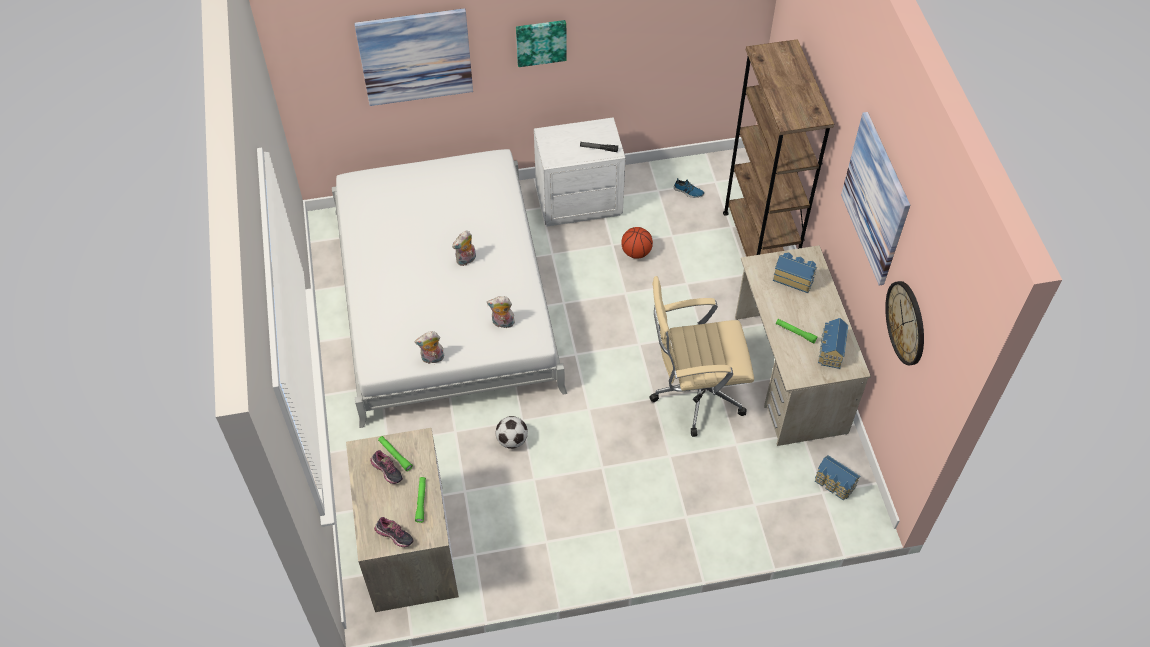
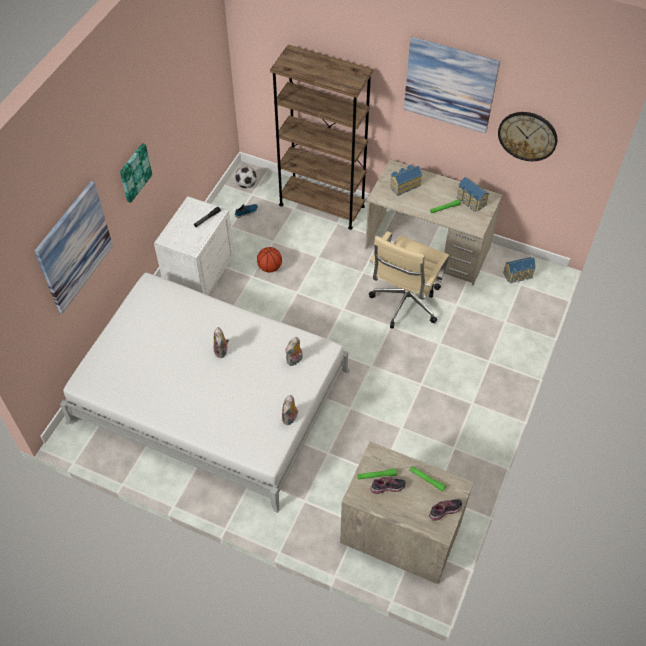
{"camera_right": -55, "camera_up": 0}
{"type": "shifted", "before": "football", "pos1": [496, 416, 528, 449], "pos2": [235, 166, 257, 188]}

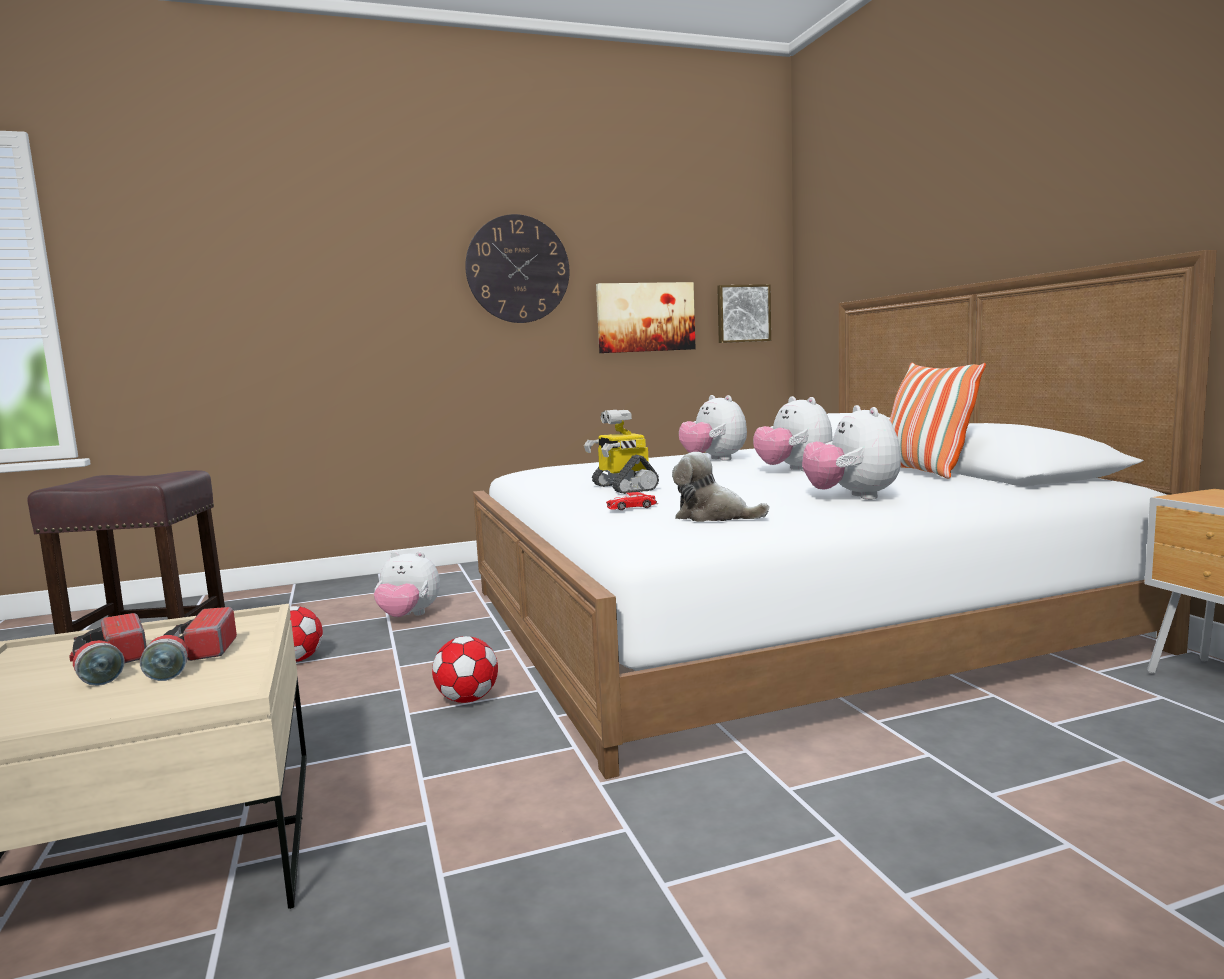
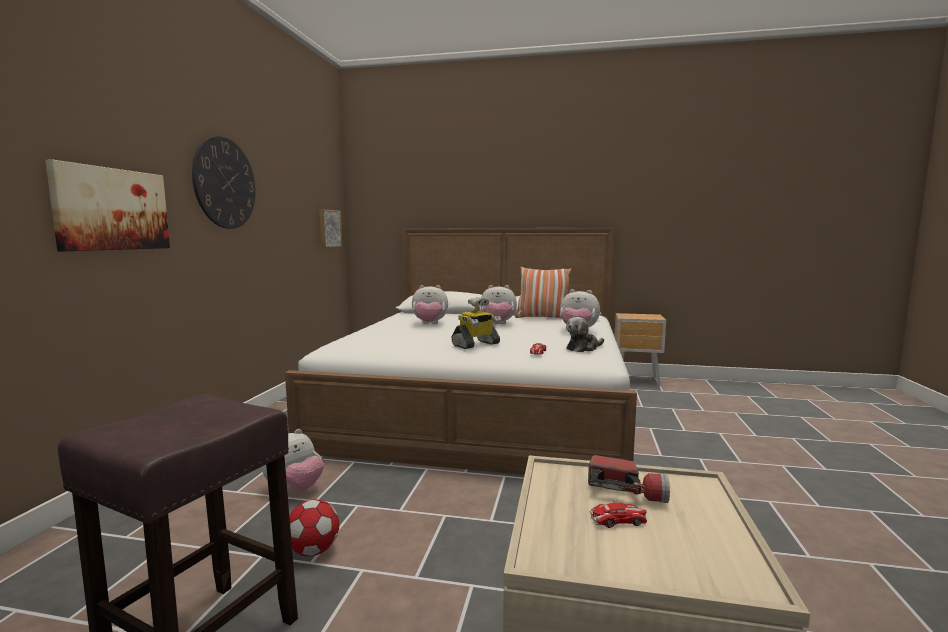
{"camera_right": -60, "camera_up": 0}
{"type": "shifted", "before": "picture", "pos1": [596, 282, 696, 353], "pos2": [45, 159, 170, 251]}
{"type": "rotated", "before": "toy robot", "pos1": [584, 410, 659, 494], "pos2": [451, 298, 501, 349], "turn": -45}
{"type": "swapped", "before": "flashlight", "after": "toy car", "pos1": [69, 613, 147, 686], "pos2": [589, 503, 647, 528]}
{"type": "gone", "before": "football", "pos1": [432, 636, 498, 703]}

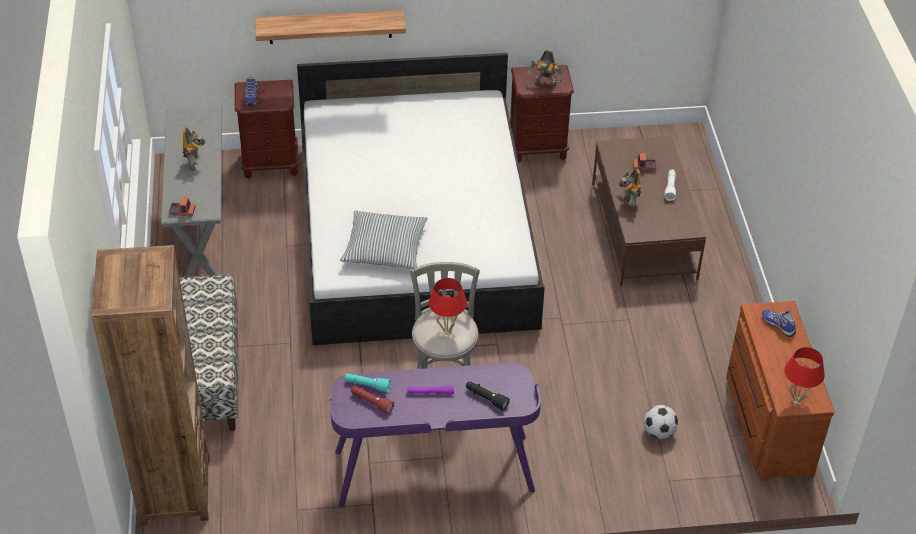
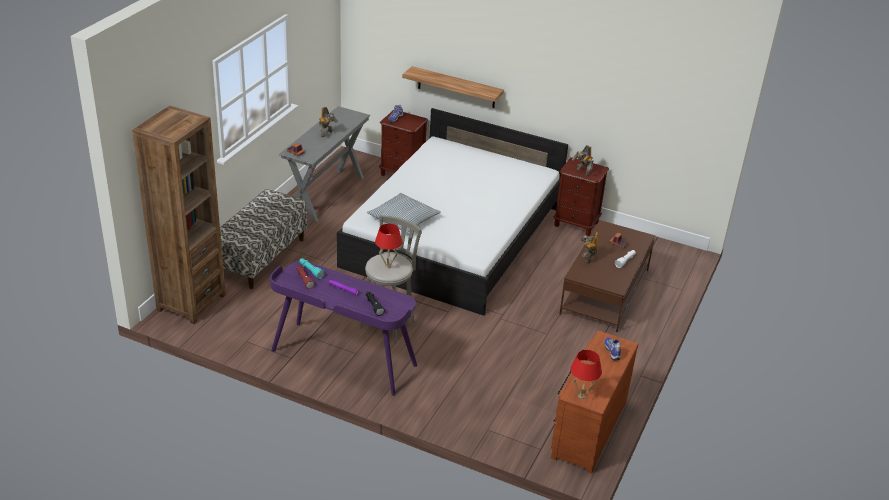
{"camera_right": 30, "camera_up": -10}
{"type": "gone", "before": "football", "pos1": [644, 405, 678, 439]}

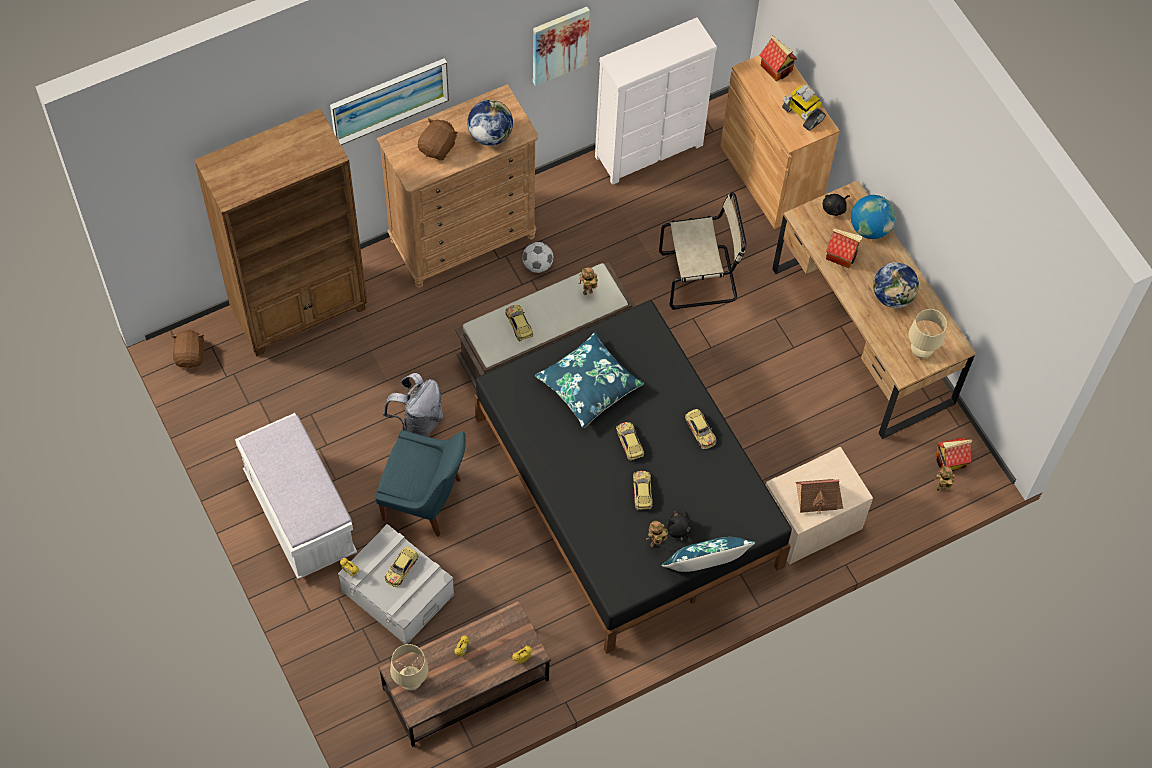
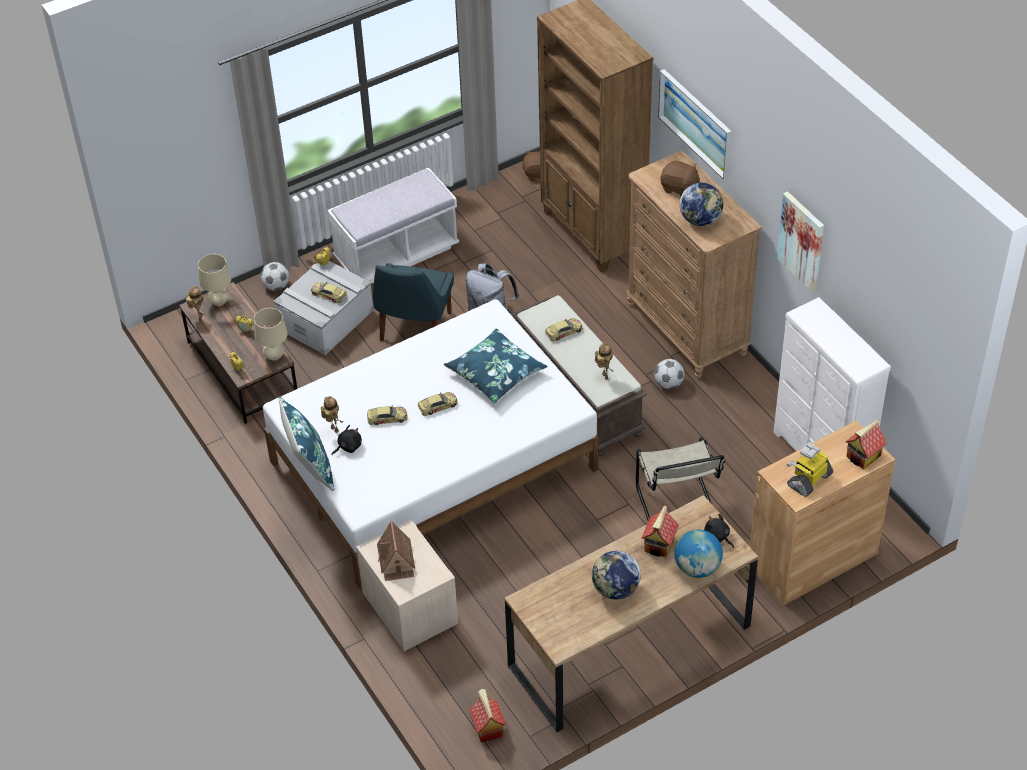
{"camera_right": 90, "camera_up": -15}
{"type": "shifted", "before": "toy robot", "pos1": [935, 466, 955, 491], "pos2": [186, 286, 204, 322]}
{"type": "shifted", "before": "table lamp (beige)", "pos1": [909, 309, 947, 359], "pos2": [254, 308, 288, 361]}
{"type": "new", "after": "football", "pos2": [261, 262, 289, 291]}
{"type": "repainted", "before": "bed (black)", "after": "bed (white)", "pos1": [474, 300, 792, 654], "pos2": [263, 299, 598, 589]}
{"type": "gone", "before": "toy car", "pos1": [685, 409, 716, 449]}

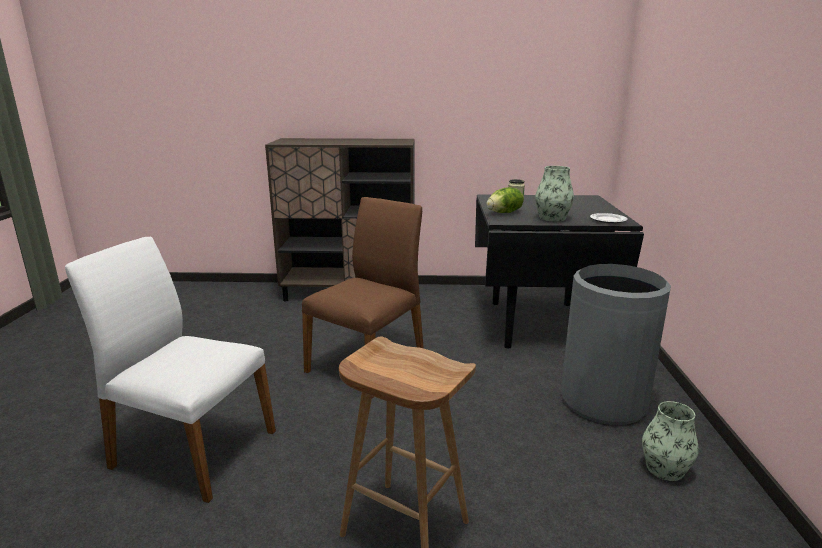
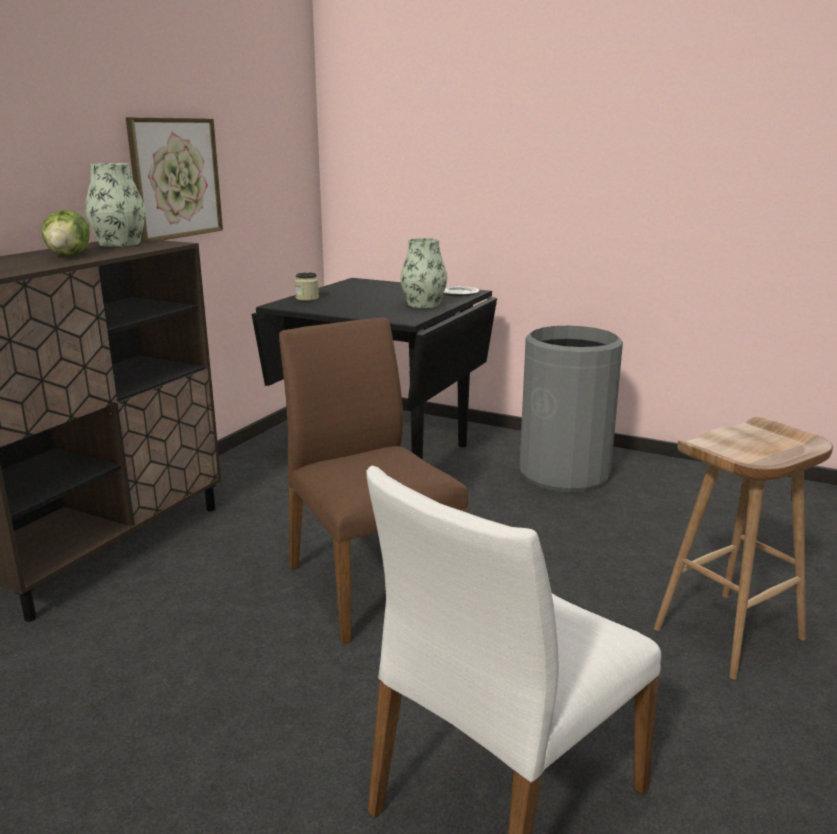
{"camera_right": -65, "camera_up": 0}
{"type": "shifted", "before": "lettuce", "pos1": [487, 187, 524, 213], "pos2": [42, 210, 90, 255]}
{"type": "shifted", "before": "vase", "pos1": [642, 401, 699, 481], "pos2": [85, 163, 146, 247]}
{"type": "new", "after": "picture", "pos2": [126, 117, 223, 240]}

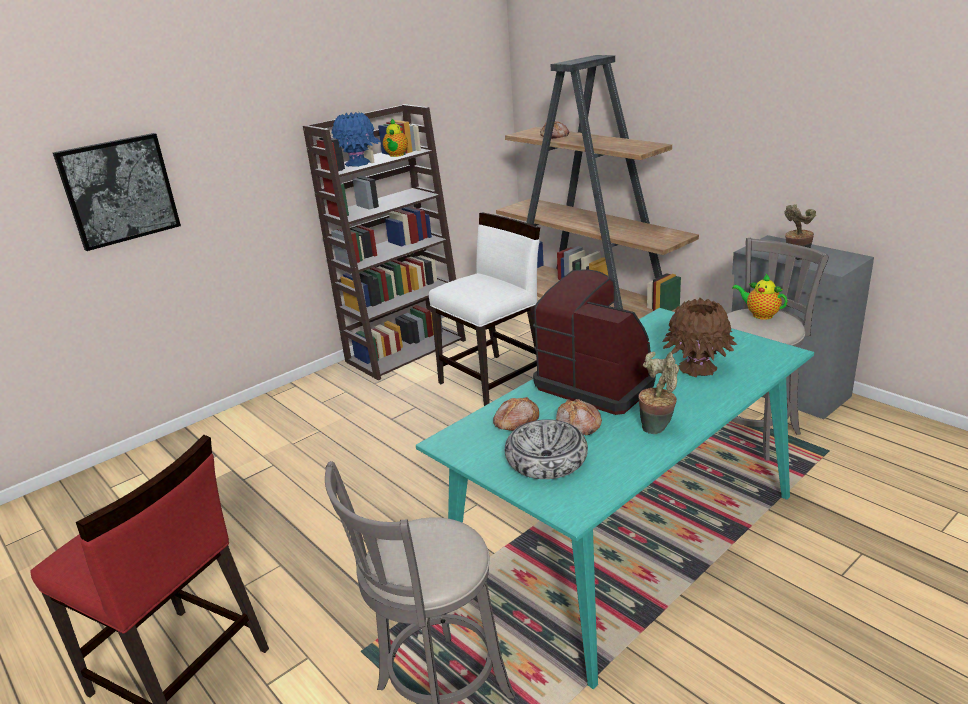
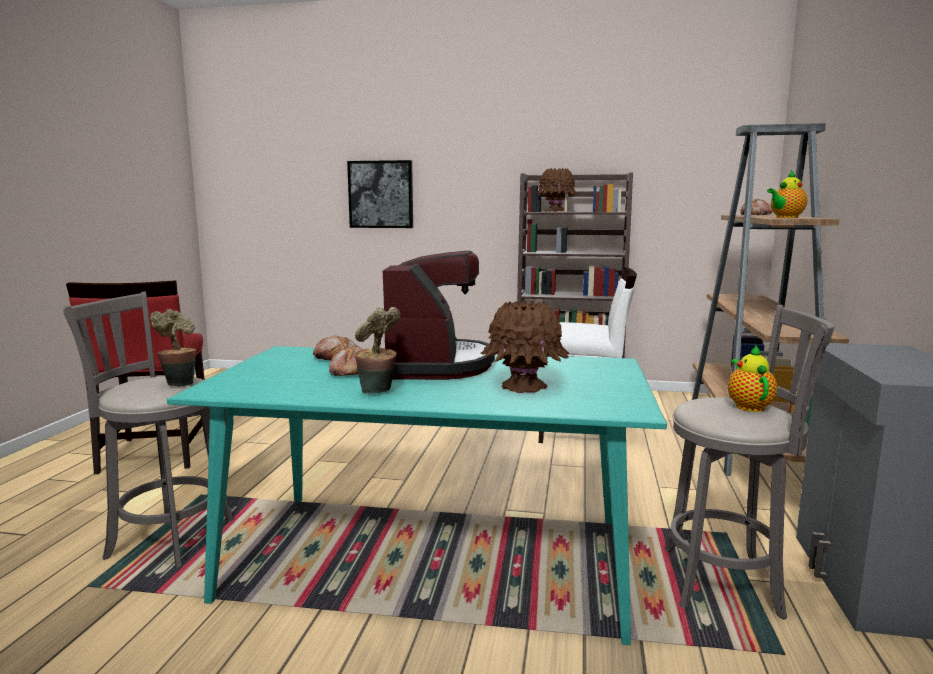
{"camera_right": 50, "camera_up": -15}
{"type": "shifted", "before": "potted plant", "pos1": [785, 204, 816, 260], "pos2": [150, 309, 196, 387]}
{"type": "repainted", "before": "vase (blue)", "after": "vase (brown)", "pos1": [332, 112, 380, 167], "pos2": [536, 168, 578, 212]}
{"type": "shifted", "before": "teapot", "pos1": [383, 119, 408, 157], "pos2": [767, 170, 807, 218]}
{"type": "gone", "before": "bowl", "pos1": [505, 419, 588, 479]}

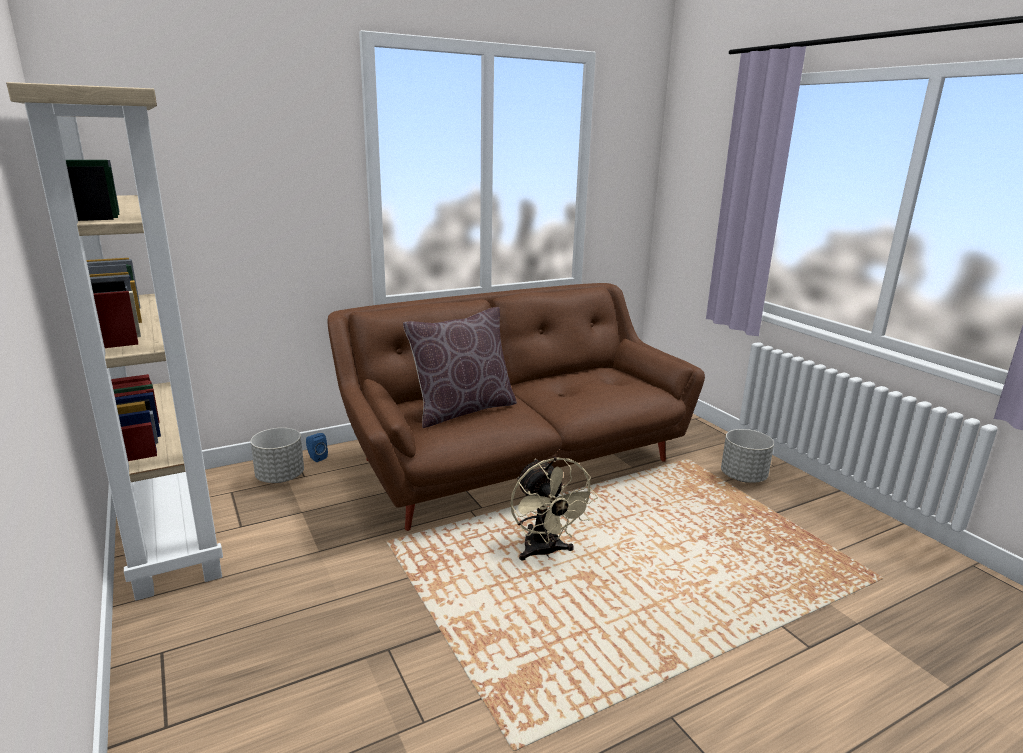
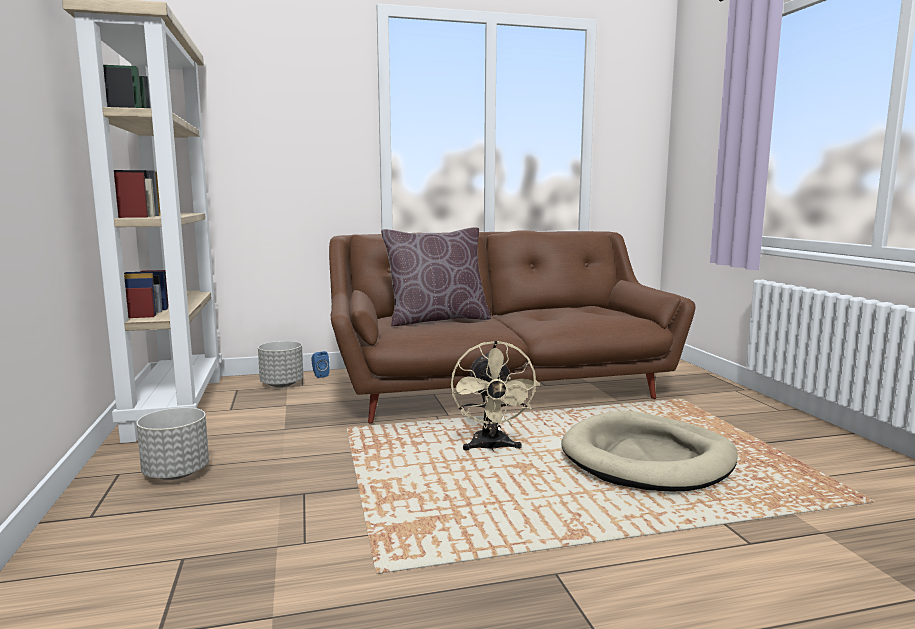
{"camera_right": 15, "camera_up": -10}
{"type": "shifted", "before": "planter (grey)", "pos1": [721, 429, 774, 483], "pos2": [136, 407, 209, 480]}
{"type": "new", "after": "dog bed (beige)", "pos2": [561, 411, 738, 491]}

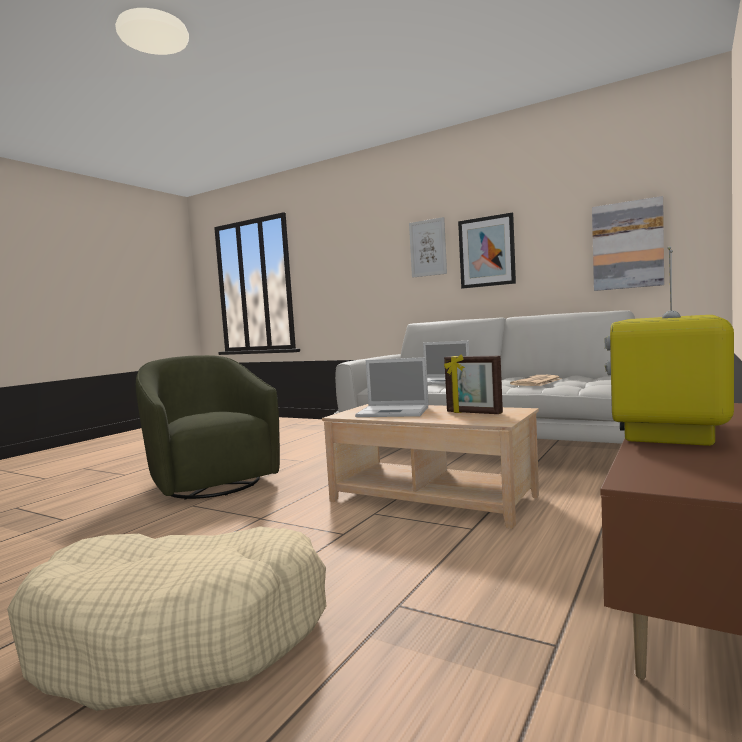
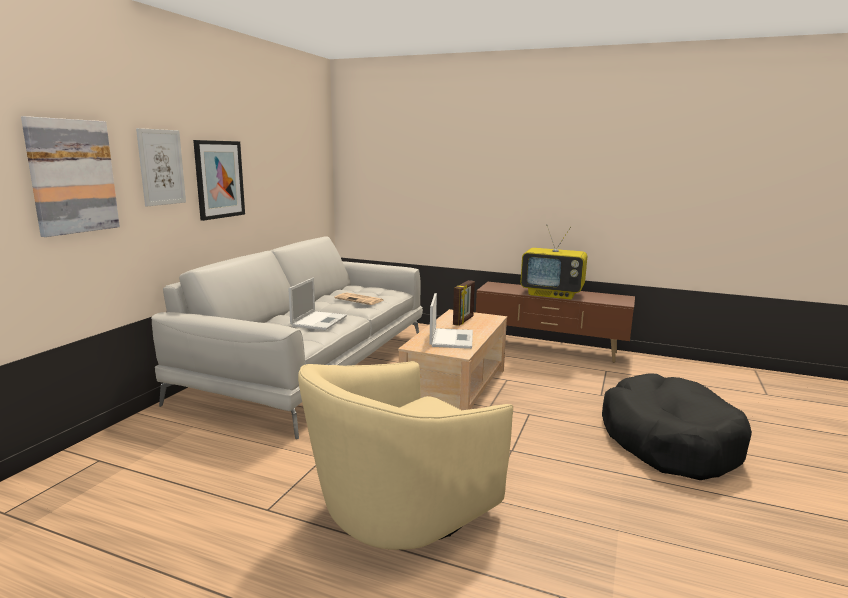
{"camera_right": -100, "camera_up": 10}
{"type": "shifted", "before": "picture", "pos1": [592, 196, 664, 291], "pos2": [21, 116, 120, 237]}
{"type": "repainted", "before": "armchair (green)", "after": "armchair (beige)", "pos1": [136, 355, 280, 499], "pos2": [298, 361, 513, 550]}
{"type": "repainted", "before": "dog bed (beige)", "after": "dog bed (black)", "pos1": [7, 526, 326, 711], "pos2": [602, 373, 752, 480]}

